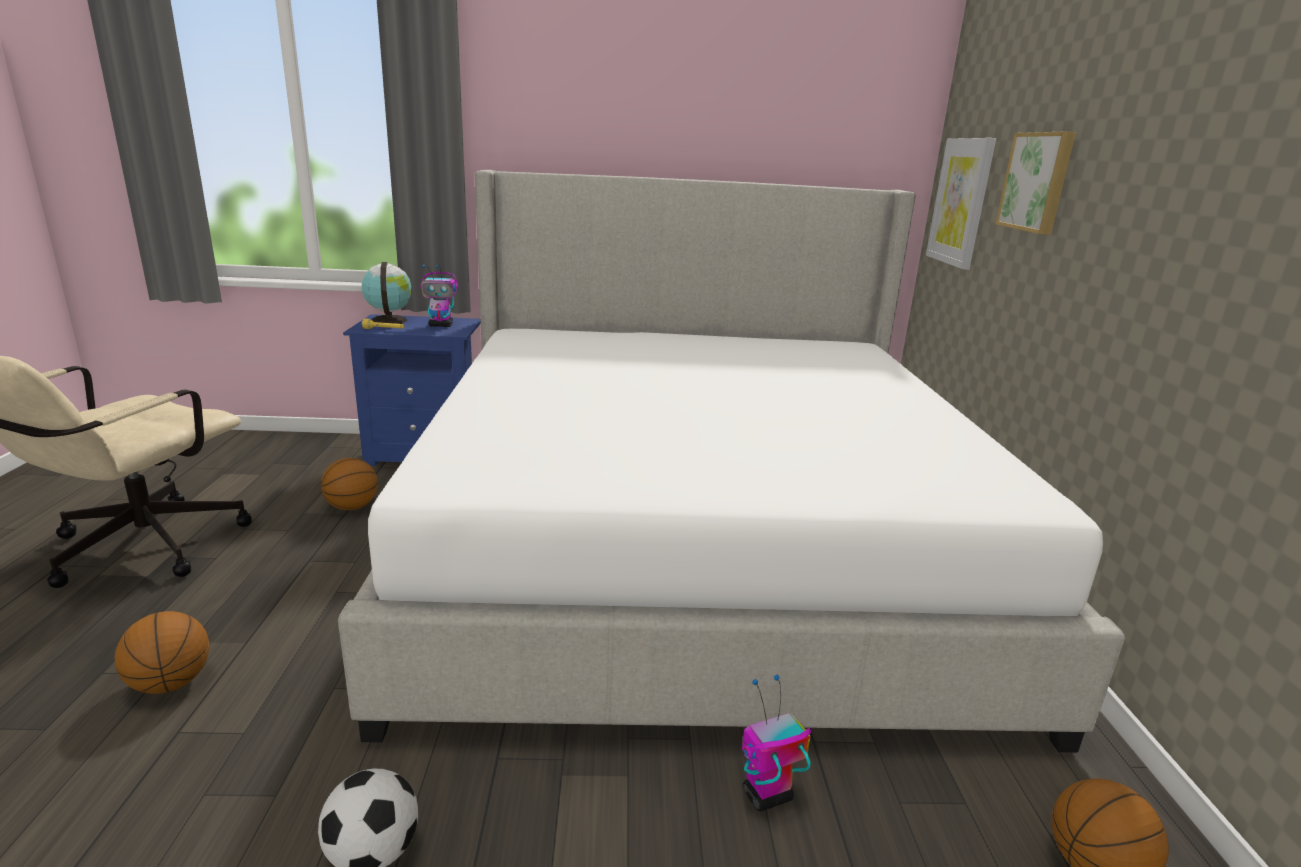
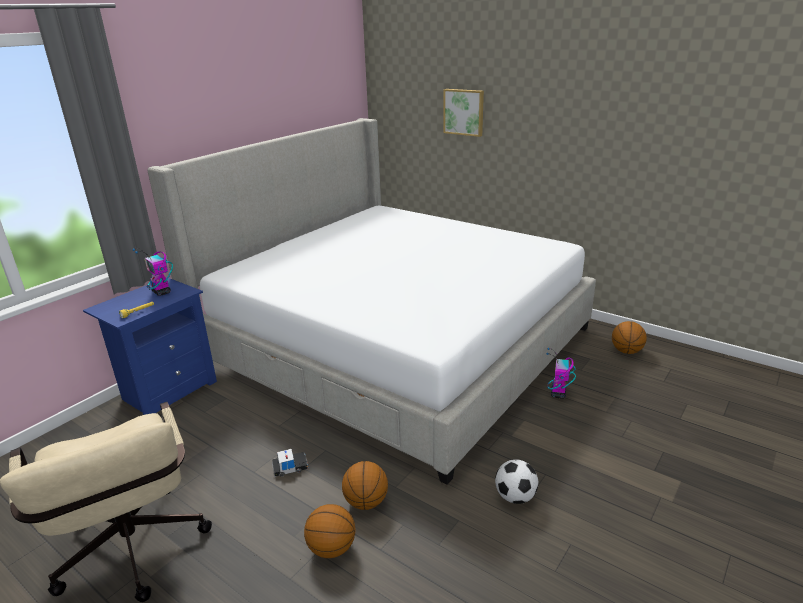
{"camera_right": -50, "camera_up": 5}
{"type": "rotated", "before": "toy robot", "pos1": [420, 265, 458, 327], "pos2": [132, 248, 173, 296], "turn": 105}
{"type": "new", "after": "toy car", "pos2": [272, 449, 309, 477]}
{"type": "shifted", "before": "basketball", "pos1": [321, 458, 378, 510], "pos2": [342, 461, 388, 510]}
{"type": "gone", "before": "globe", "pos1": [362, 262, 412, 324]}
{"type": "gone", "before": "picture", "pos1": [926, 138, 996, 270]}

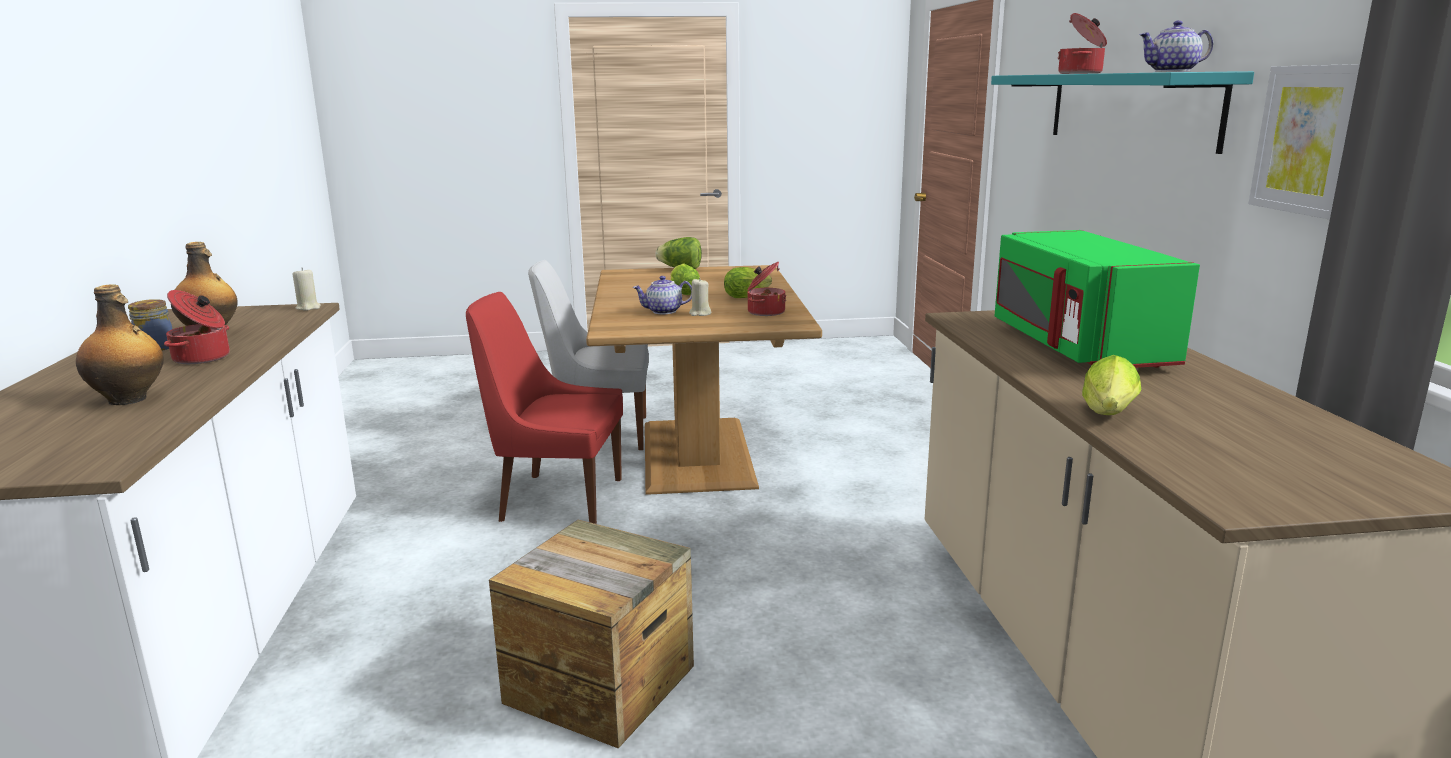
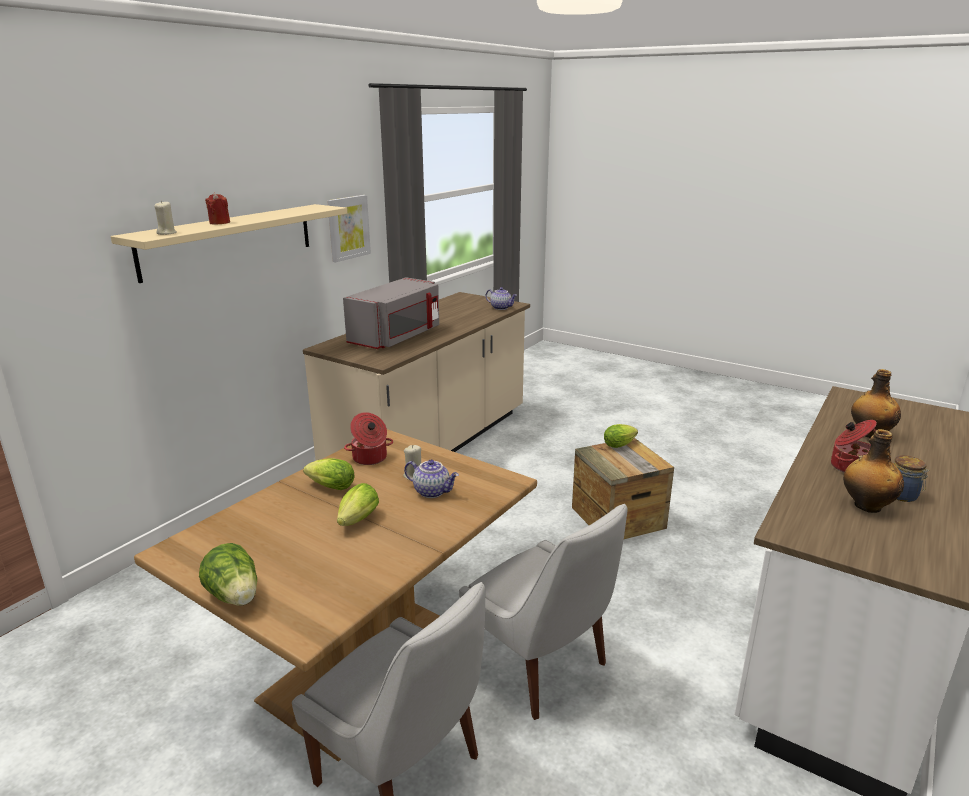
{"camera_right": -140, "camera_up": 5}
{"type": "repainted", "before": "shelf (turquoise)", "after": "shelf (beige)", "pos1": [991, 71, 1254, 154], "pos2": [111, 204, 347, 283]}
{"type": "shifted", "before": "candle (beige)", "pos1": [293, 268, 321, 311], "pos2": [155, 201, 177, 235]}
{"type": "swapped", "before": "cooking pot", "after": "candle (red)", "pos1": [1058, 13, 1107, 74], "pos2": [205, 193, 230, 225]}
{"type": "repainted", "before": "microwave (green)", "after": "microwave (grey)", "pos1": [994, 230, 1200, 368], "pos2": [343, 277, 439, 349]}
{"type": "repainted", "before": "chair (red)", "after": "chair (white)", "pos1": [466, 292, 623, 524], "pos2": [459, 504, 628, 720]}
{"type": "shifted", "before": "teapot", "pos1": [1139, 20, 1213, 72], "pos2": [486, 287, 517, 310]}
{"type": "shifted", "before": "lettuce", "pos1": [1082, 355, 1141, 415], "pos2": [604, 424, 638, 448]}

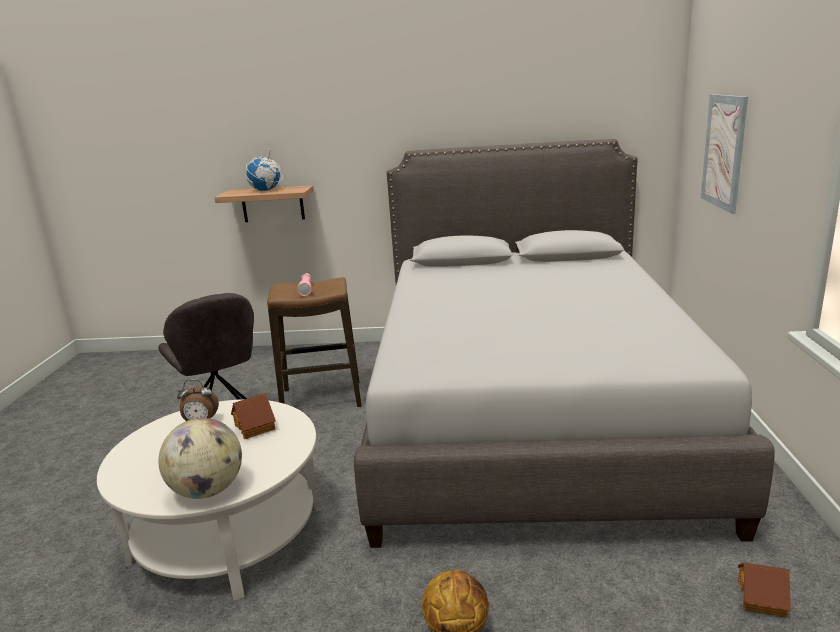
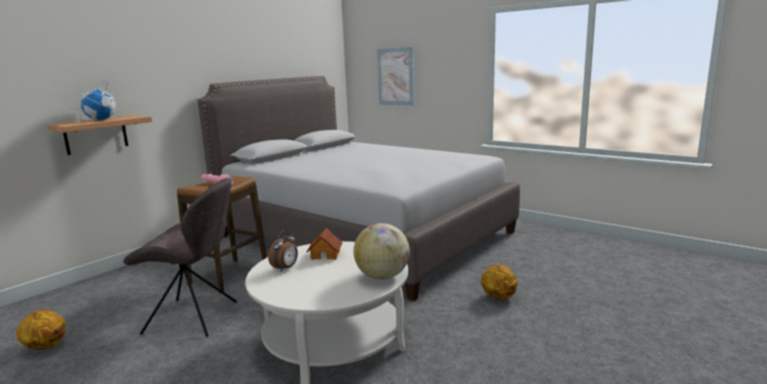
{"camera_right": -55, "camera_up": -5}
{"type": "new", "after": "basketball", "pos2": [16, 310, 66, 349]}
{"type": "gone", "before": "toy house", "pos1": [738, 562, 791, 617]}

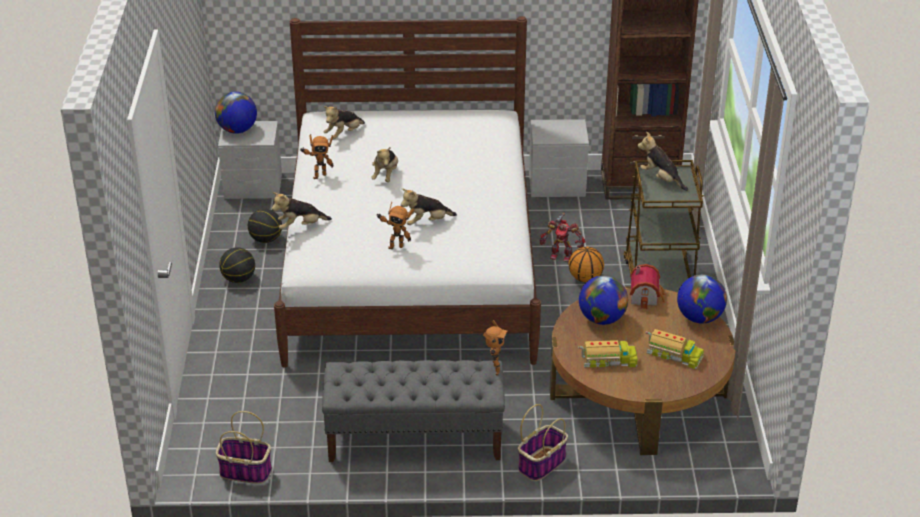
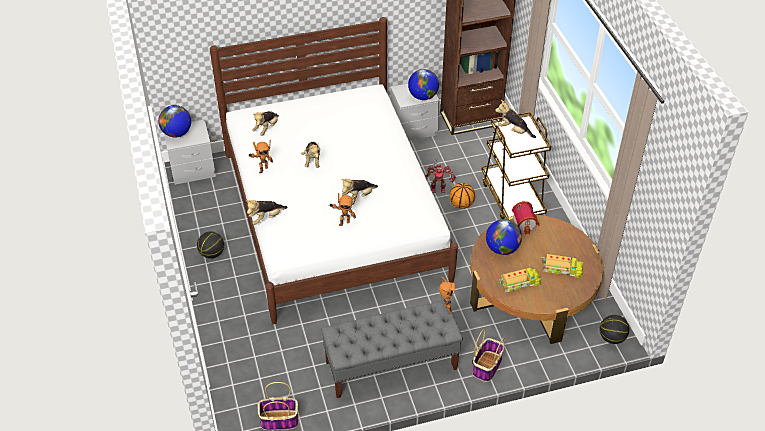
{"camera_right": -15, "camera_up": 10}
{"type": "shifted", "before": "globe", "pos1": [677, 274, 727, 323], "pos2": [408, 69, 439, 100]}
{"type": "shifted", "before": "basketball", "pos1": [248, 209, 282, 243], "pos2": [599, 315, 629, 344]}

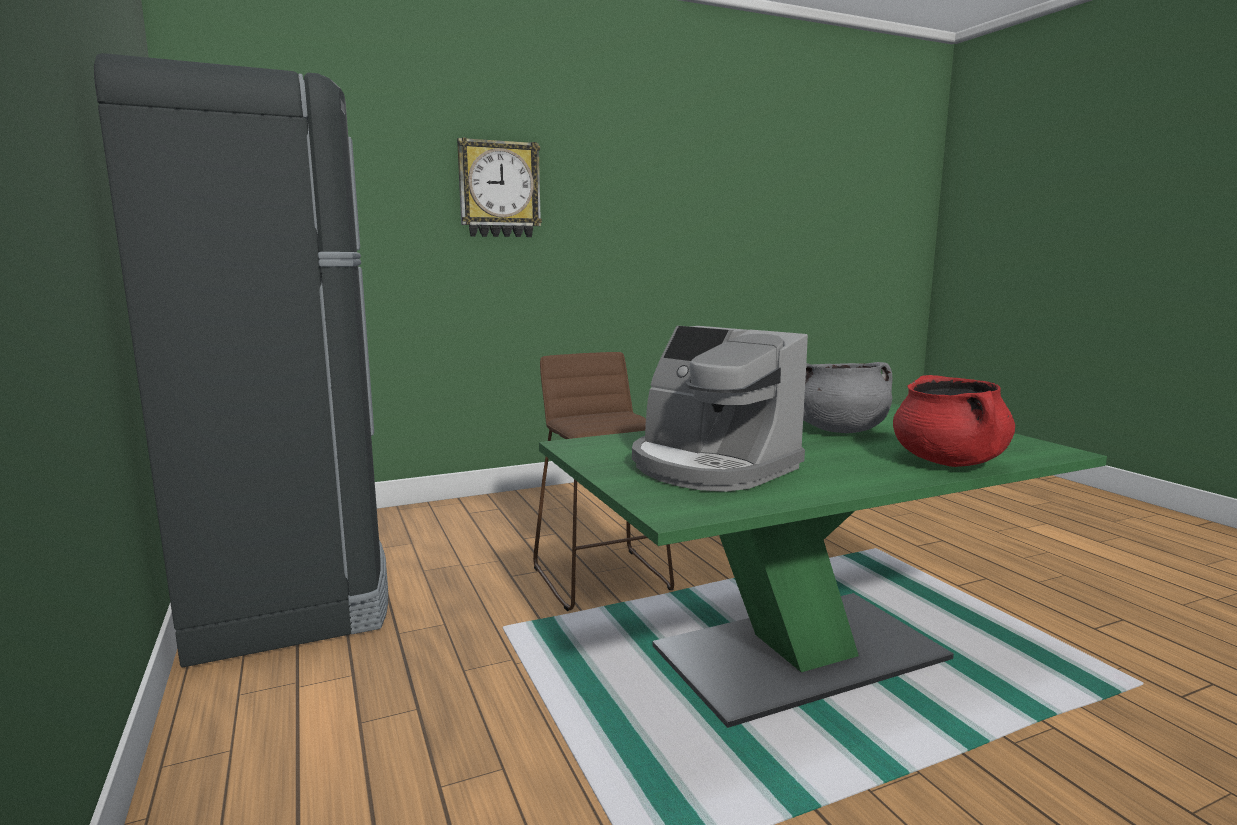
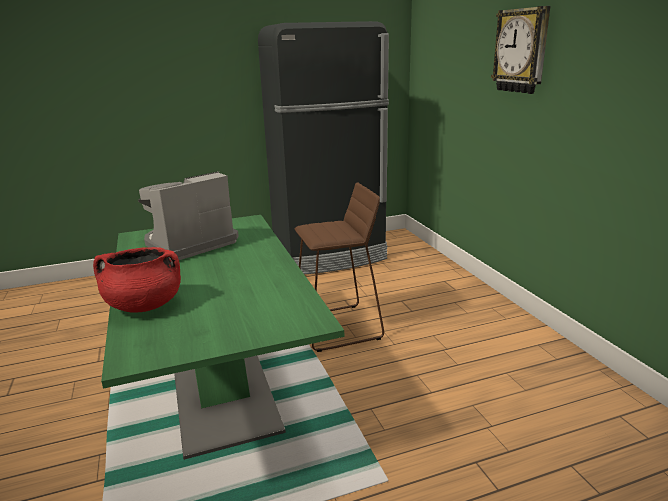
{"camera_right": 95, "camera_up": 10}
{"type": "gone", "before": "cooking pot (grey)", "pos1": [803, 362, 893, 433]}

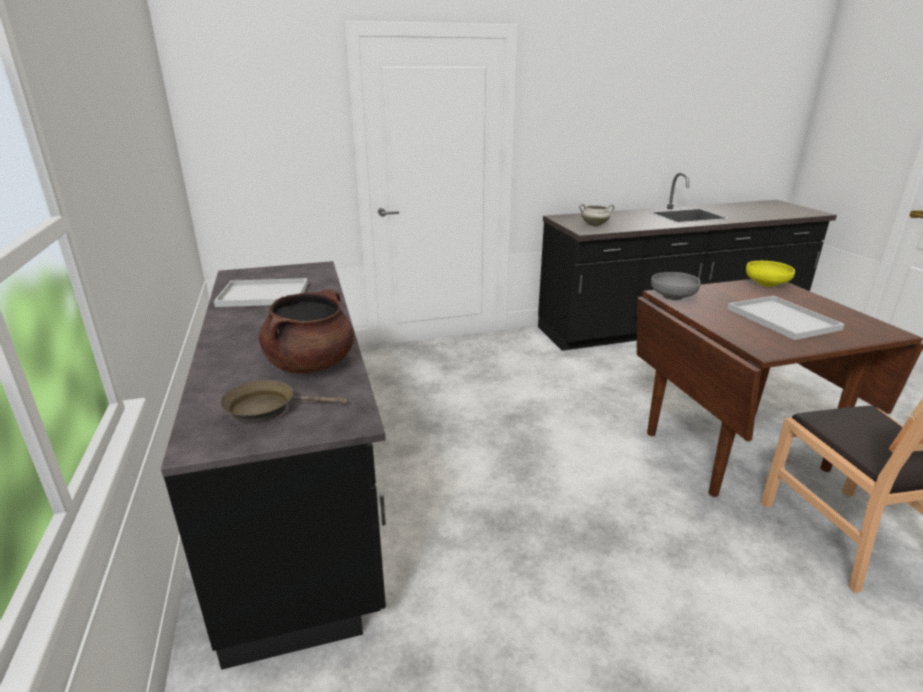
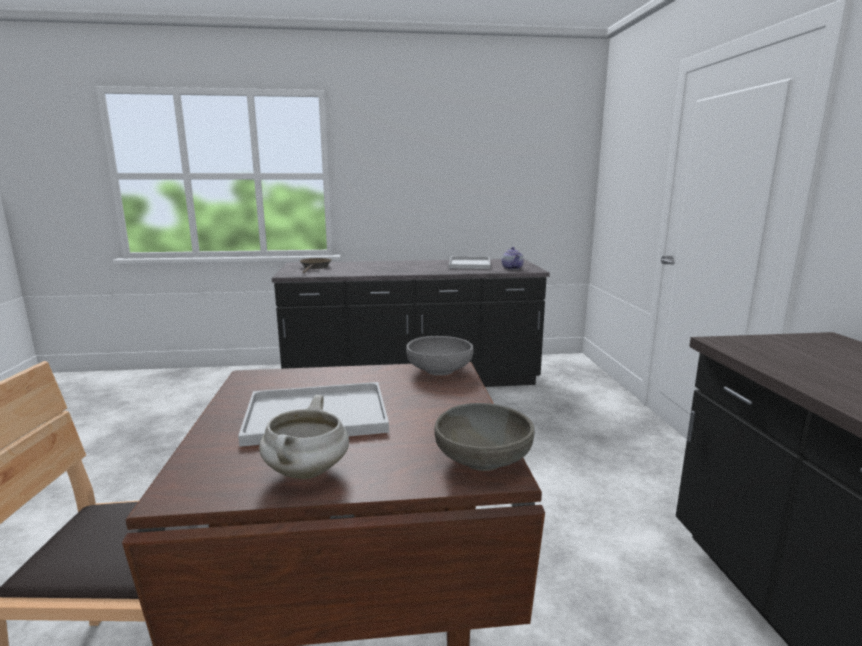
{"camera_right": 100, "camera_up": -10}
{"type": "shifted", "before": "cooking pot (white)", "pos1": [579, 204, 614, 226], "pos2": [259, 395, 349, 479]}
{"type": "repainted", "before": "bowl (yellow)", "after": "bowl (grey)", "pos1": [746, 261, 795, 287], "pos2": [434, 403, 534, 471]}
{"type": "new", "after": "teapot", "pos2": [502, 247, 524, 270]}
{"type": "gone", "before": "cooking pot (brown)", "pos1": [259, 289, 354, 373]}

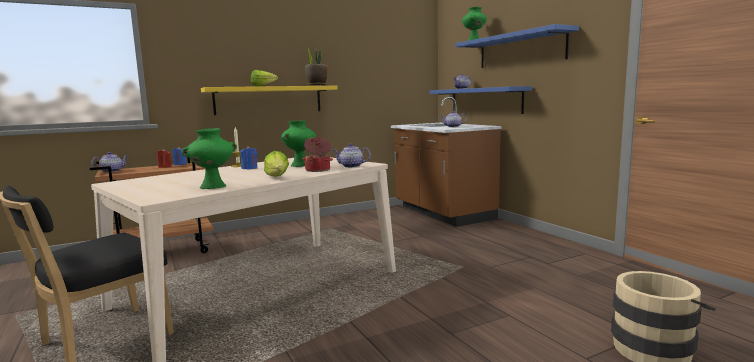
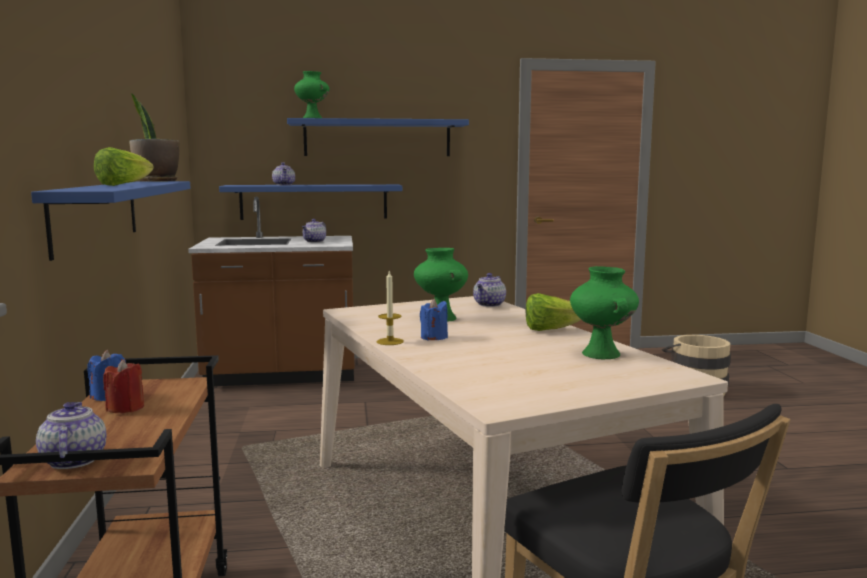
{"camera_right": -70, "camera_up": 0}
{"type": "repainted", "before": "shelf (yellow)", "after": "shelf (blue)", "pos1": [201, 86, 338, 115], "pos2": [31, 181, 191, 261]}
{"type": "gone", "before": "cooking pot", "pos1": [302, 137, 333, 172]}

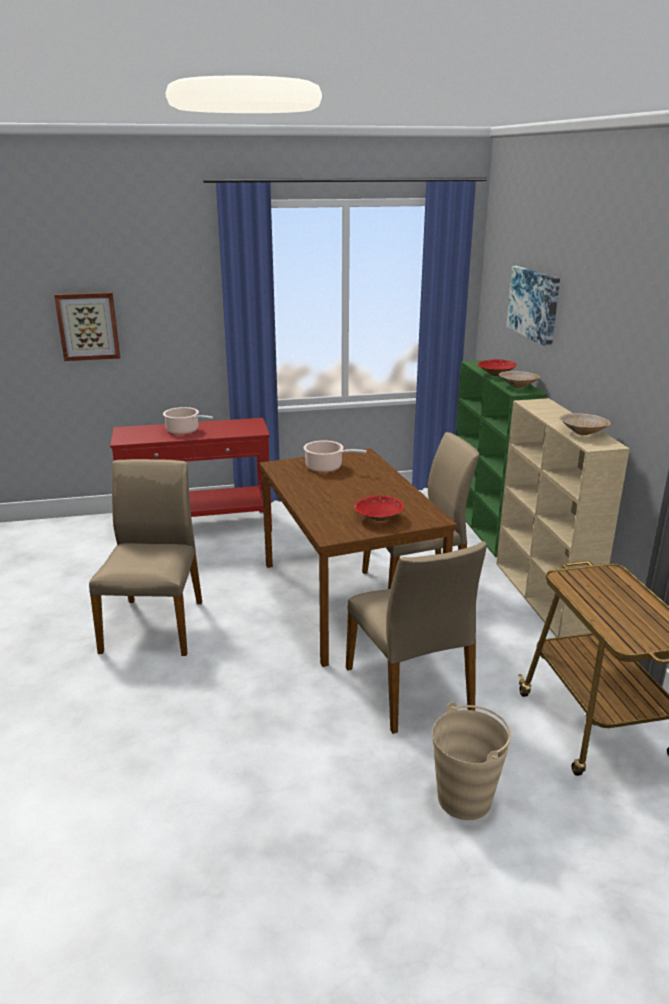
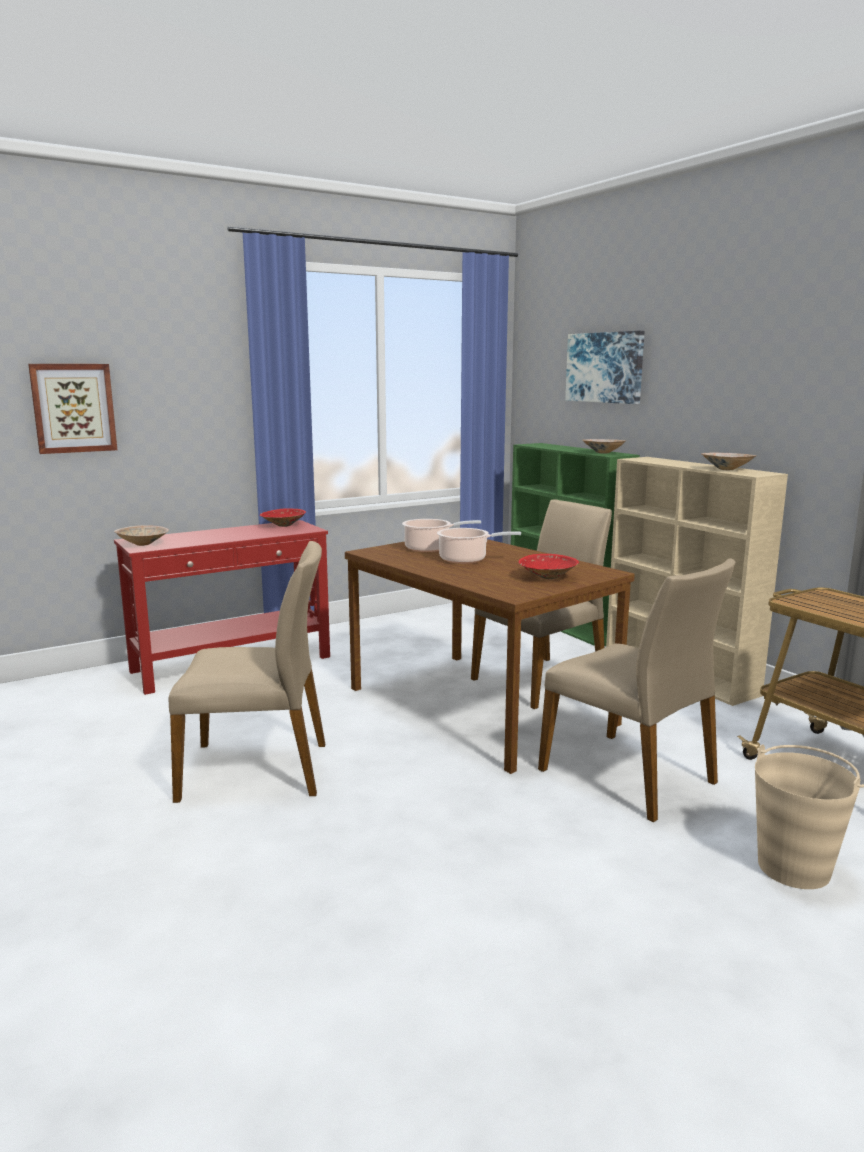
{"camera_right": -20, "camera_up": -10}
{"type": "new", "after": "bowl (beige)", "pos2": [114, 525, 169, 546]}
{"type": "rotated", "before": "chair (beige)", "pos1": [89, 459, 202, 656], "pos2": [168, 541, 325, 803], "turn": 105}
{"type": "shifted", "before": "bowl (red)", "pos1": [477, 359, 517, 376], "pos2": [260, 508, 306, 527]}
{"type": "shifted", "before": "cooking pot", "pos1": [163, 407, 213, 435], "pos2": [437, 528, 521, 564]}

